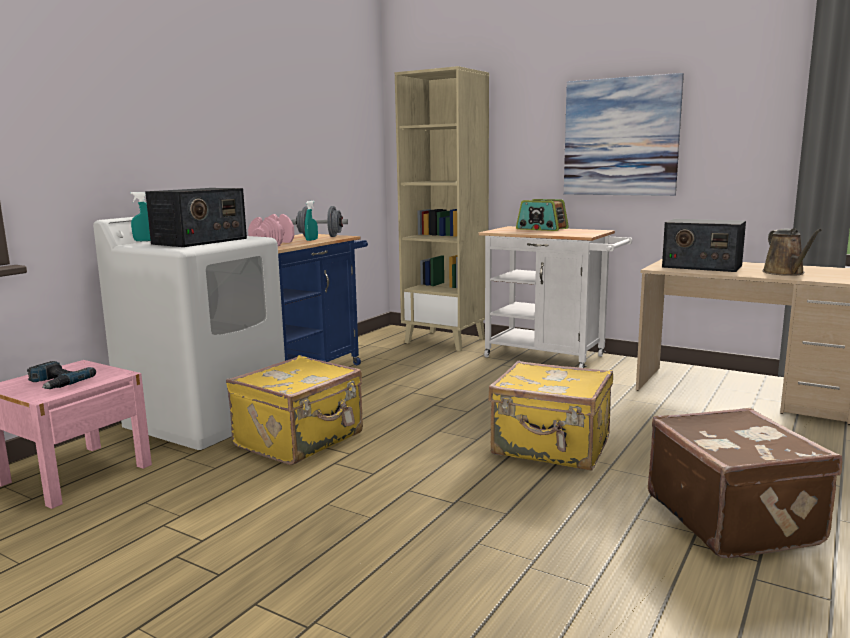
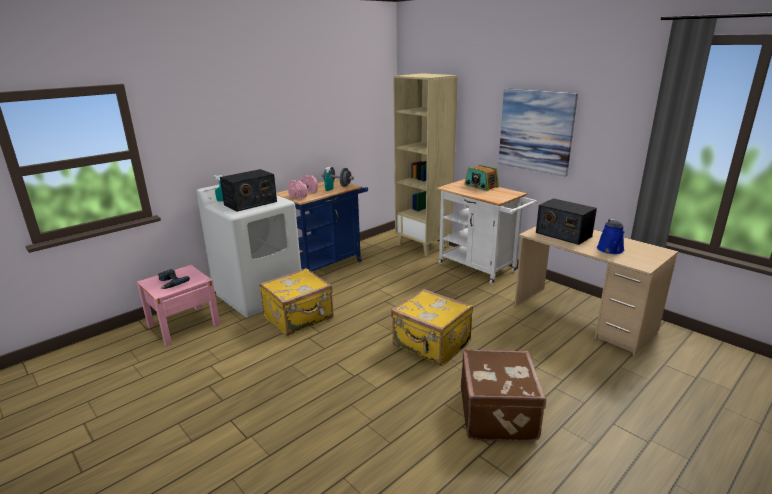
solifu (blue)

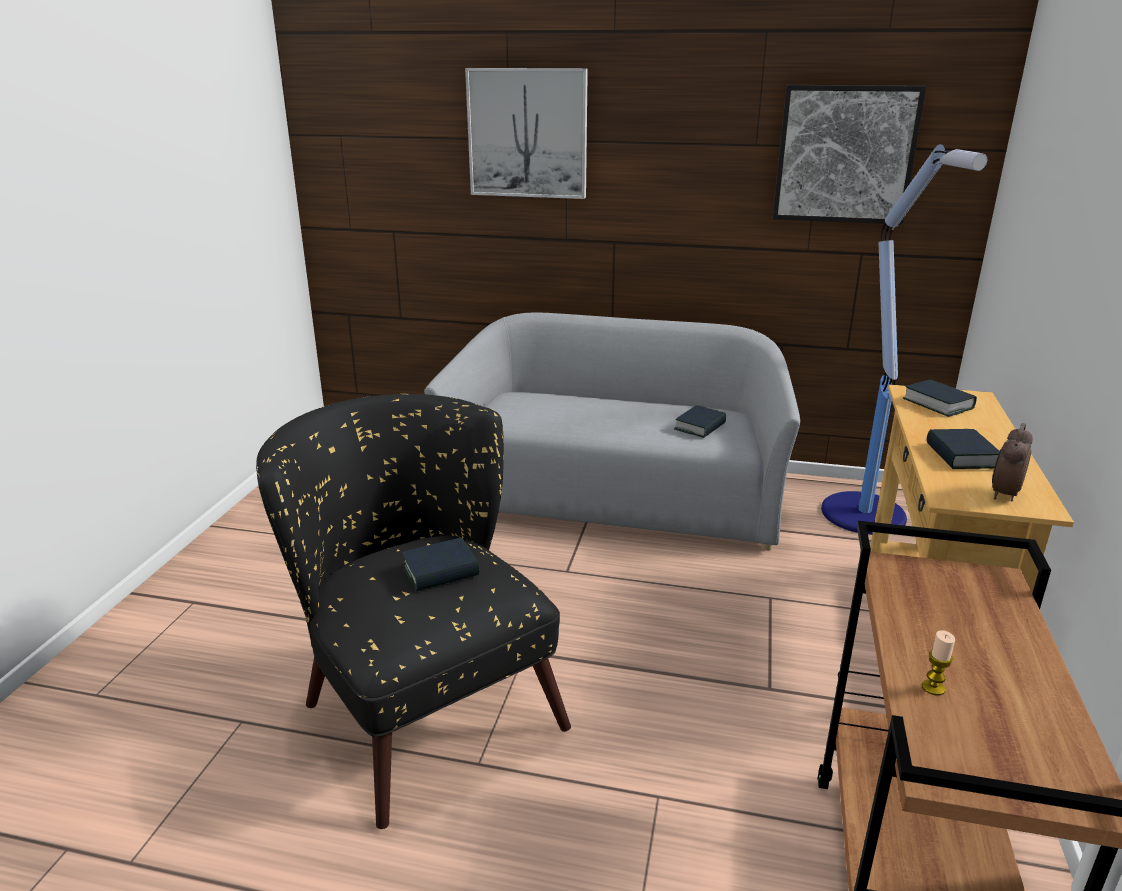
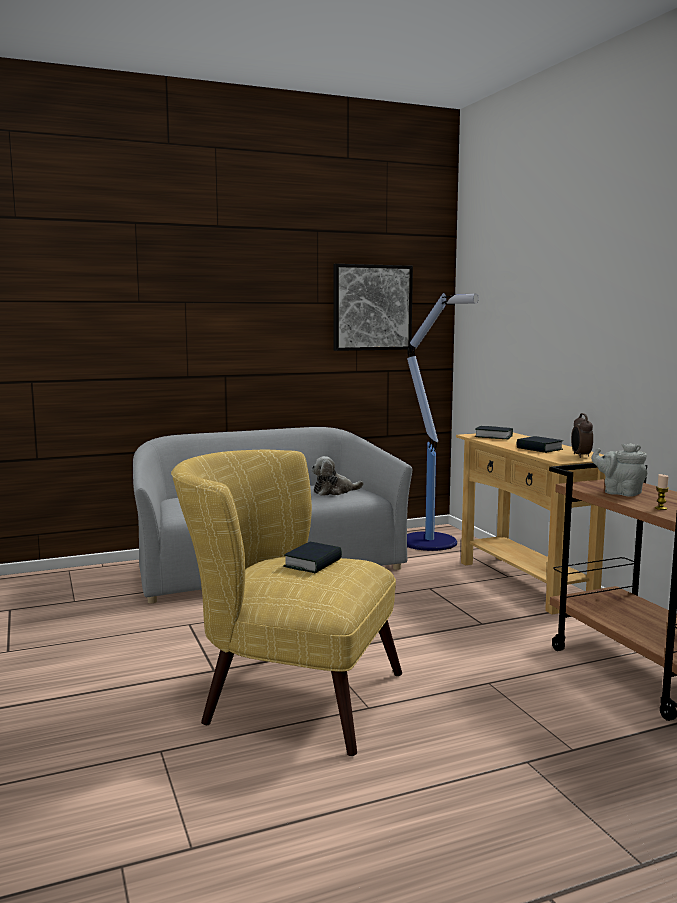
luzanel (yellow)
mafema (1st from left in the first image)
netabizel
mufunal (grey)

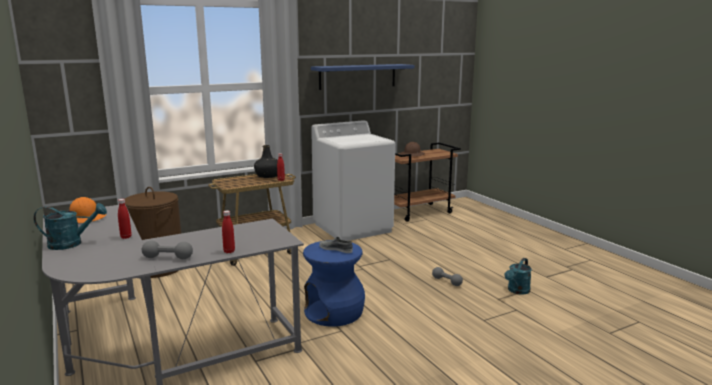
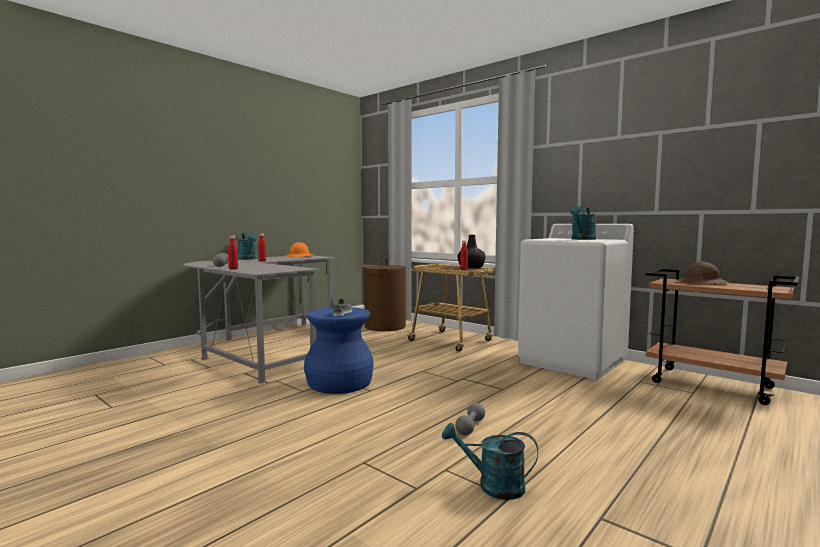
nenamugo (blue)
solifu (turquoise) (3rd from left)

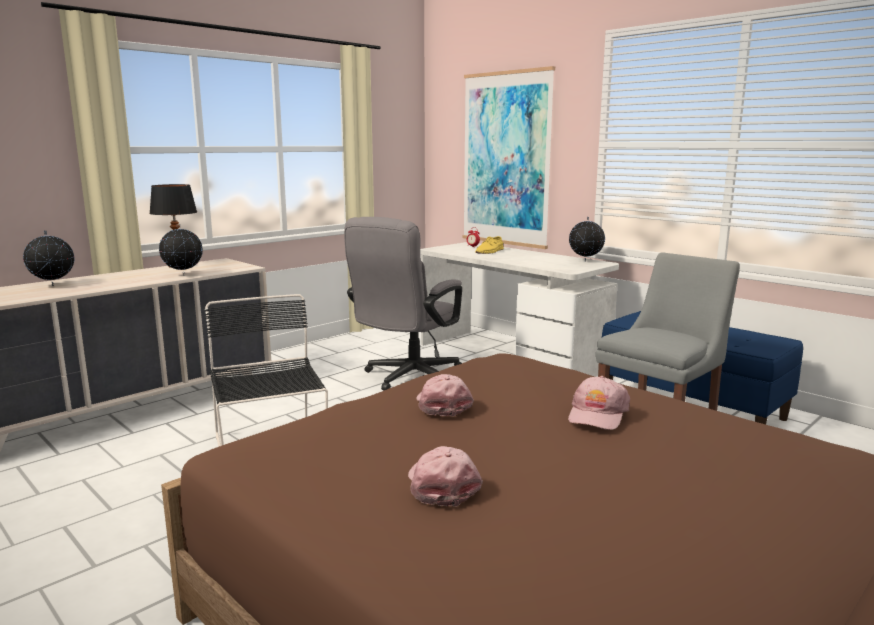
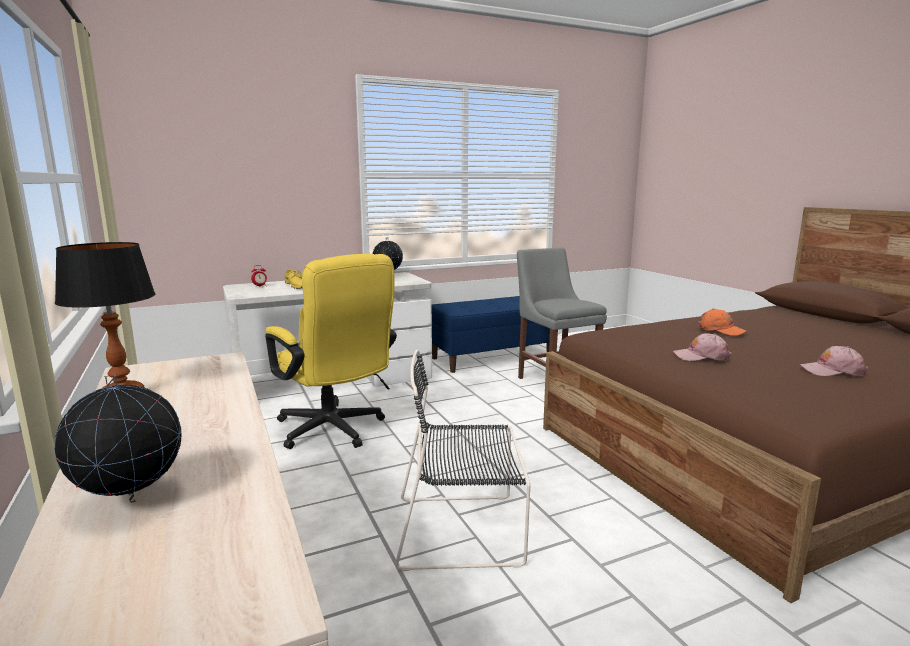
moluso (2nd from left in the first image)
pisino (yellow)
mafema
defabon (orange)

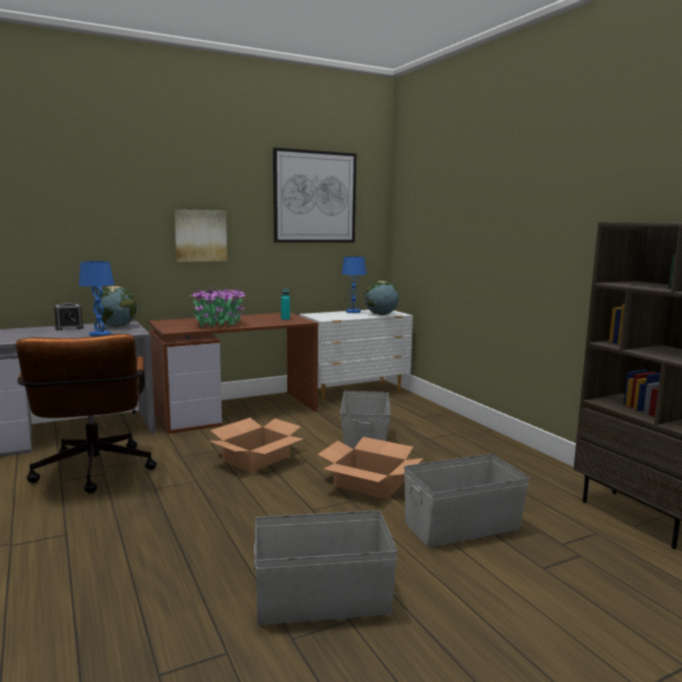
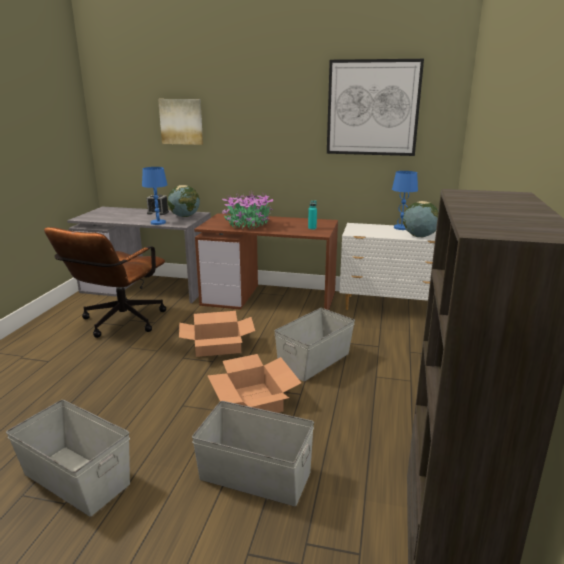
mafema (1st from left)

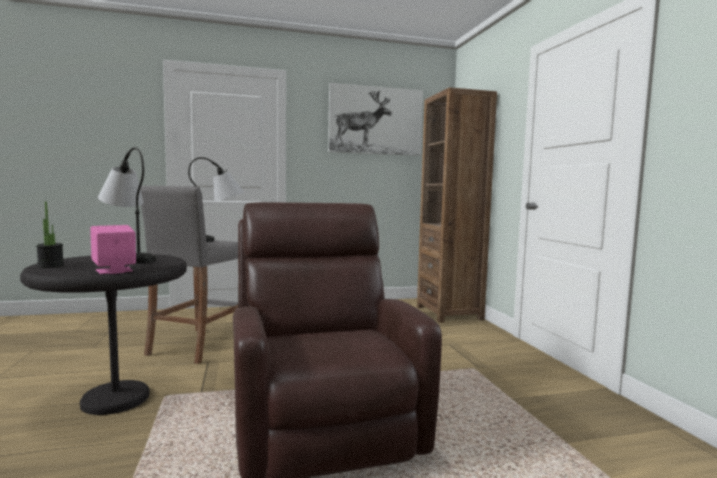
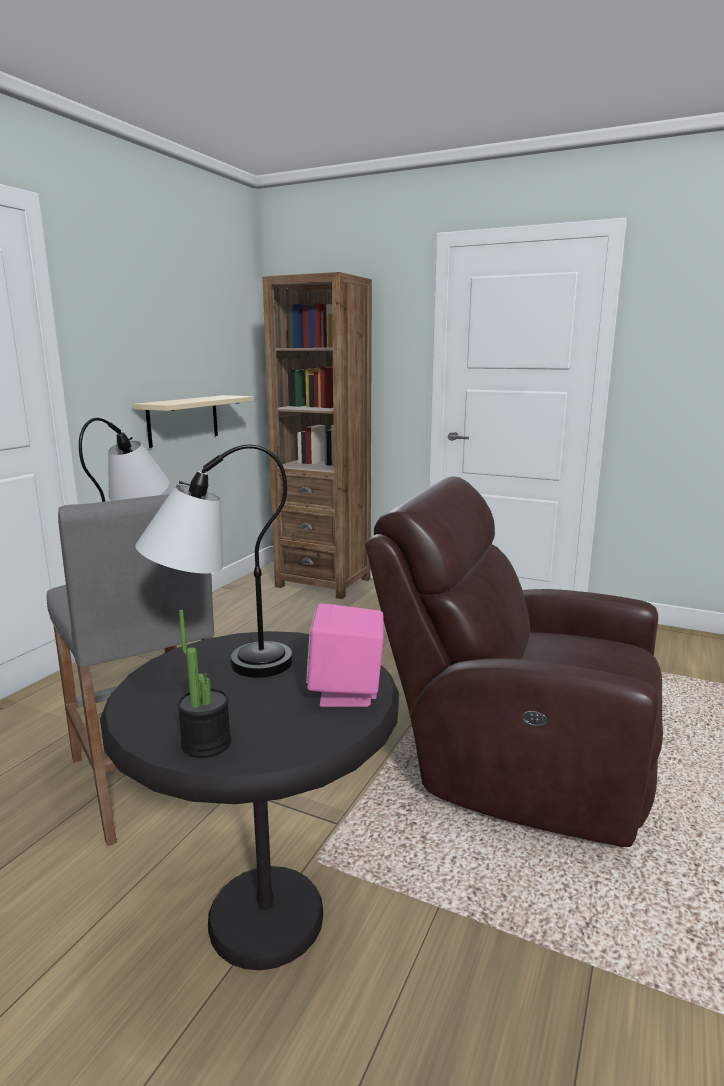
mafema
nenamugo (beige)

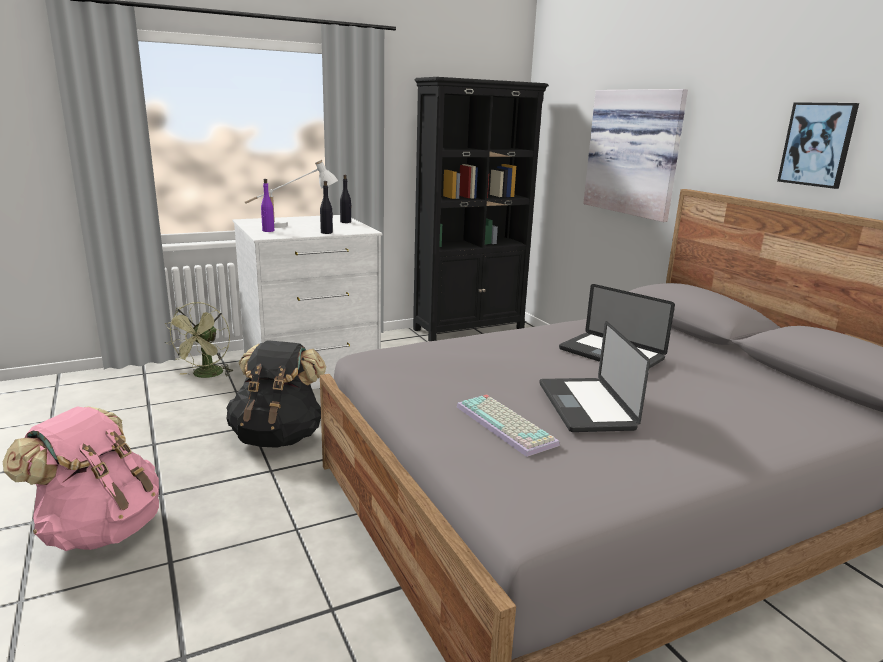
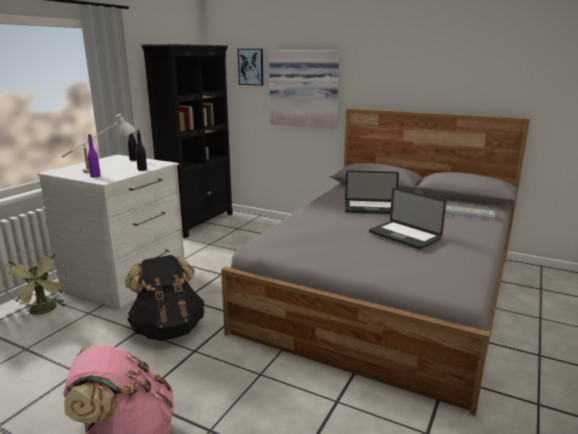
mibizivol
mafema (1st from left)

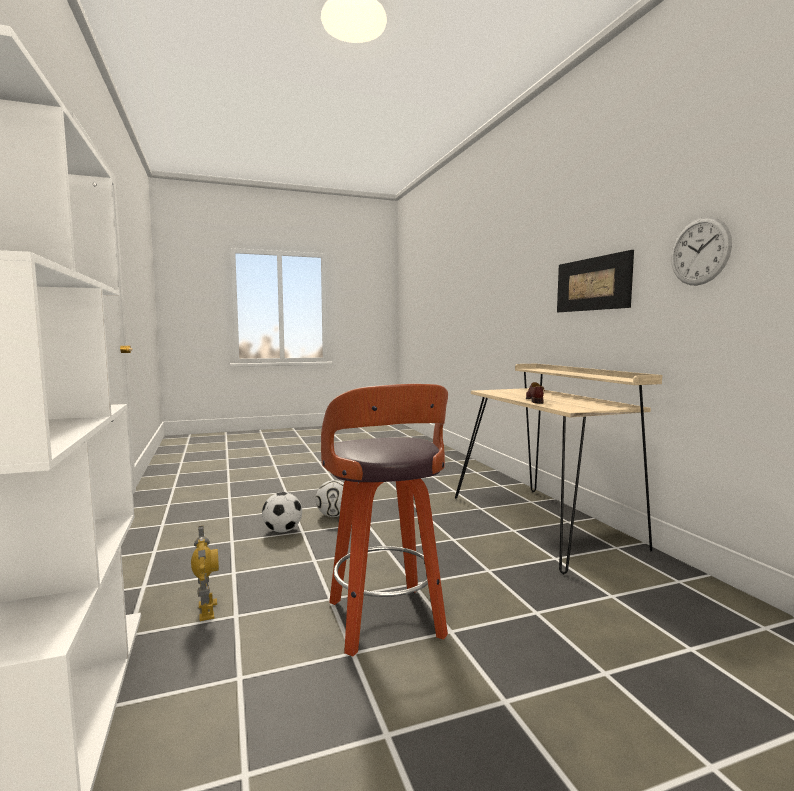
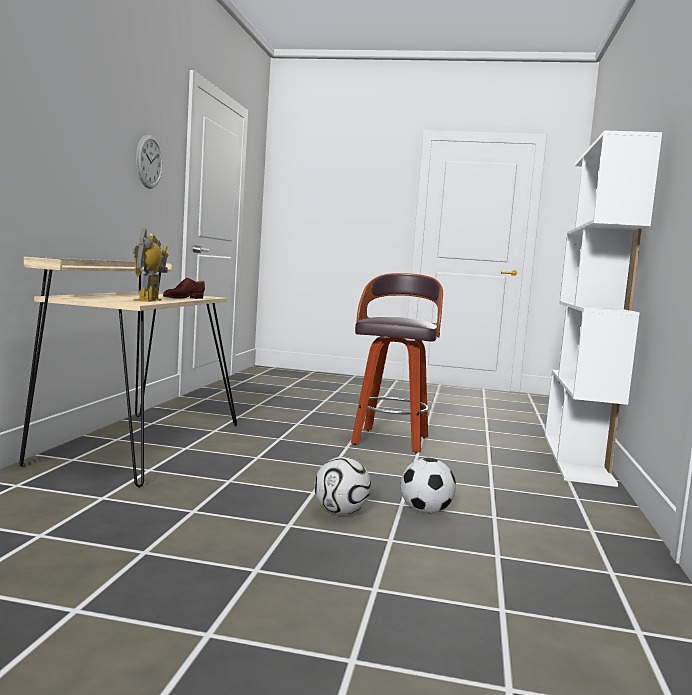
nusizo
mafema

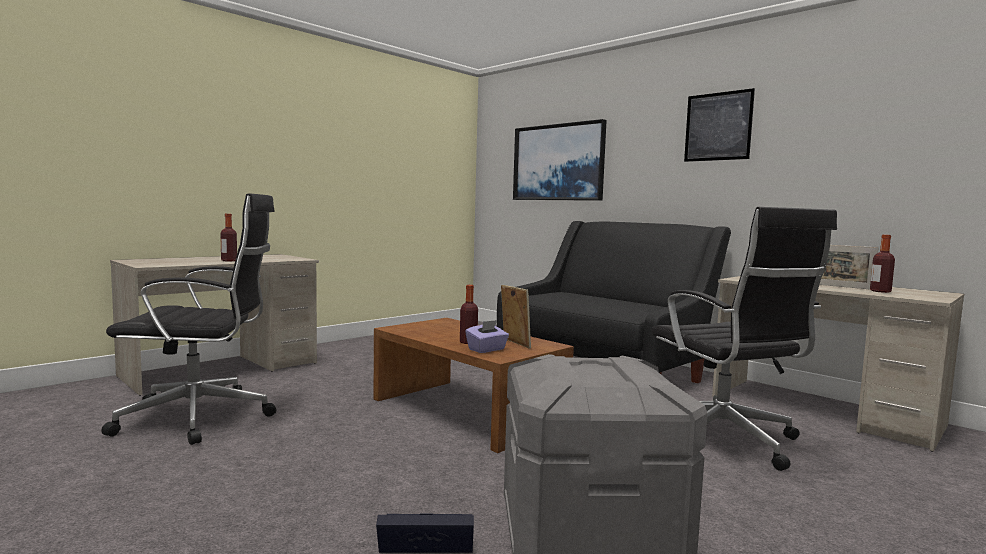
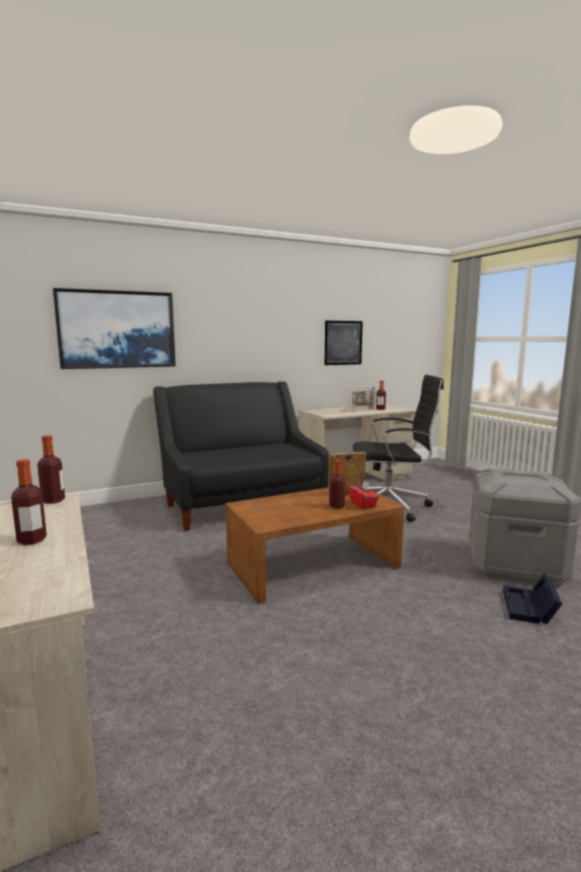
pisino (black) (1st from left in the first image)
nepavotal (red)
mafema (2nd from left)
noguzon (2nd from left)

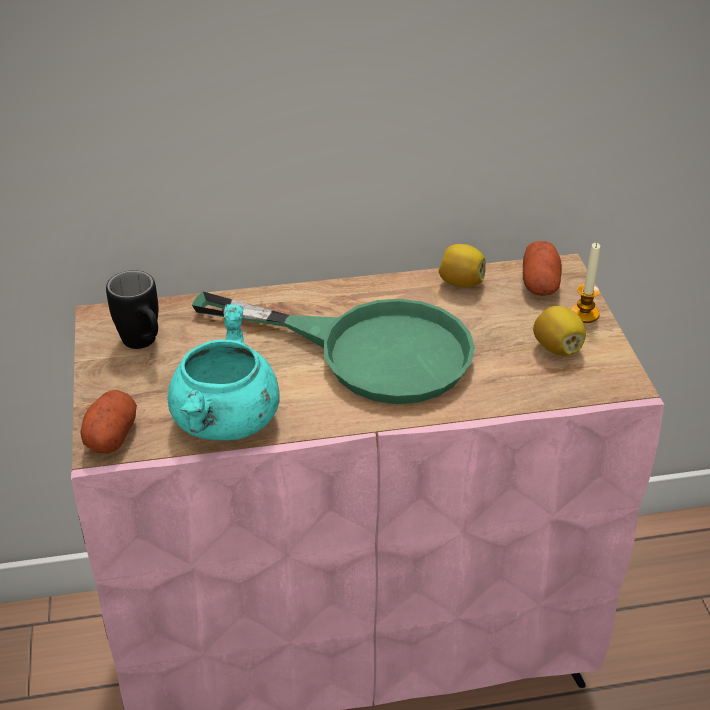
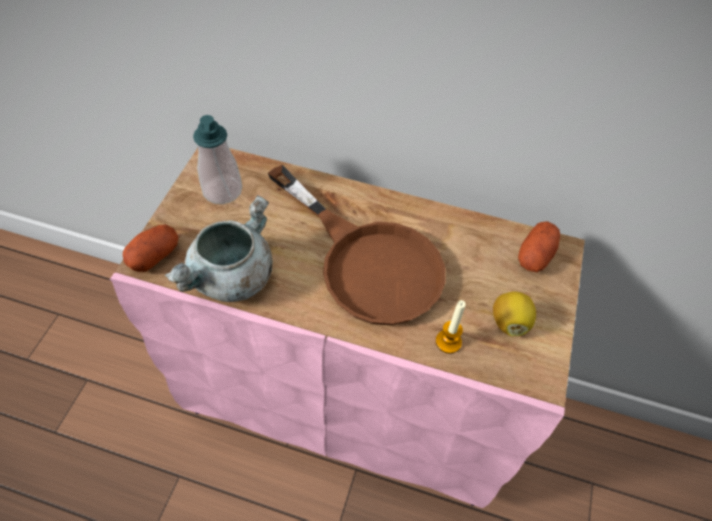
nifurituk
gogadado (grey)
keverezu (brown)
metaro (1st from left in the first image)
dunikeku

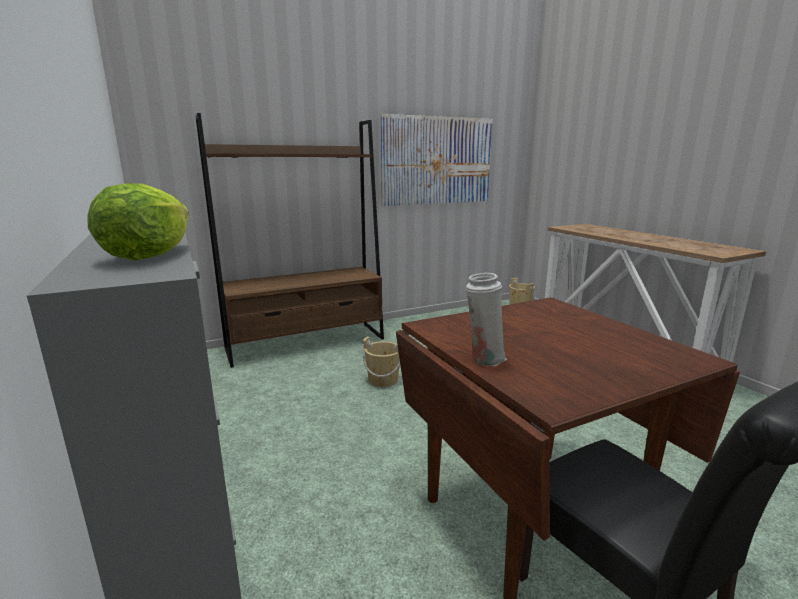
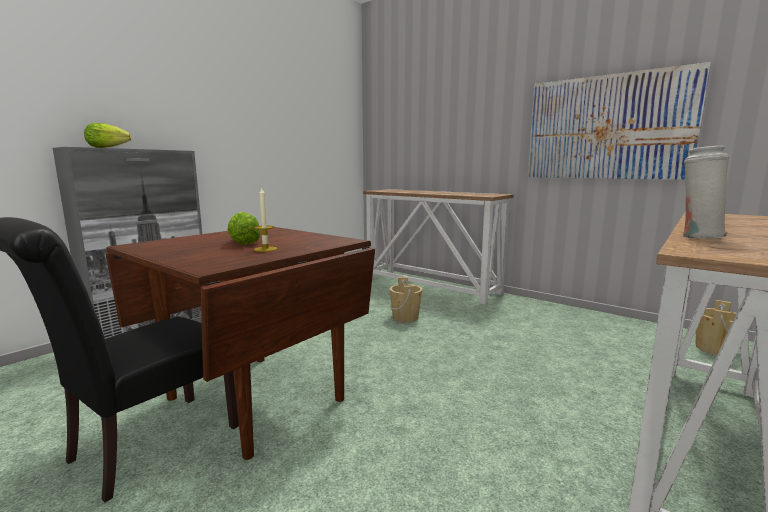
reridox (1st from left)
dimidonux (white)
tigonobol (2nd from left)
dunikeku

